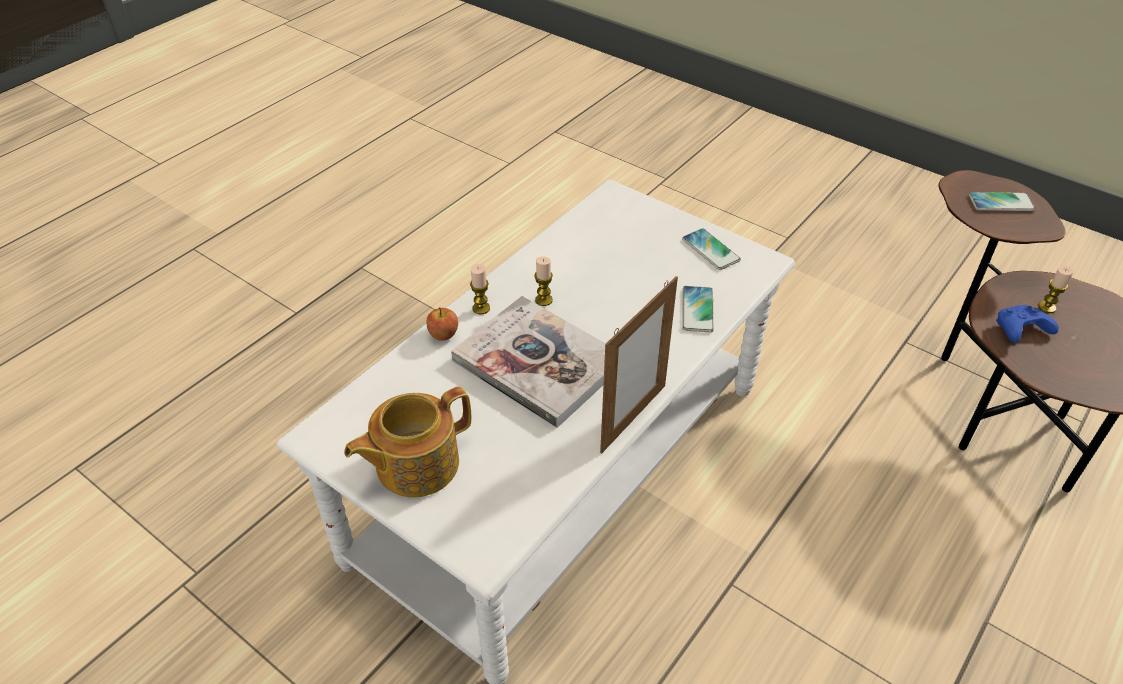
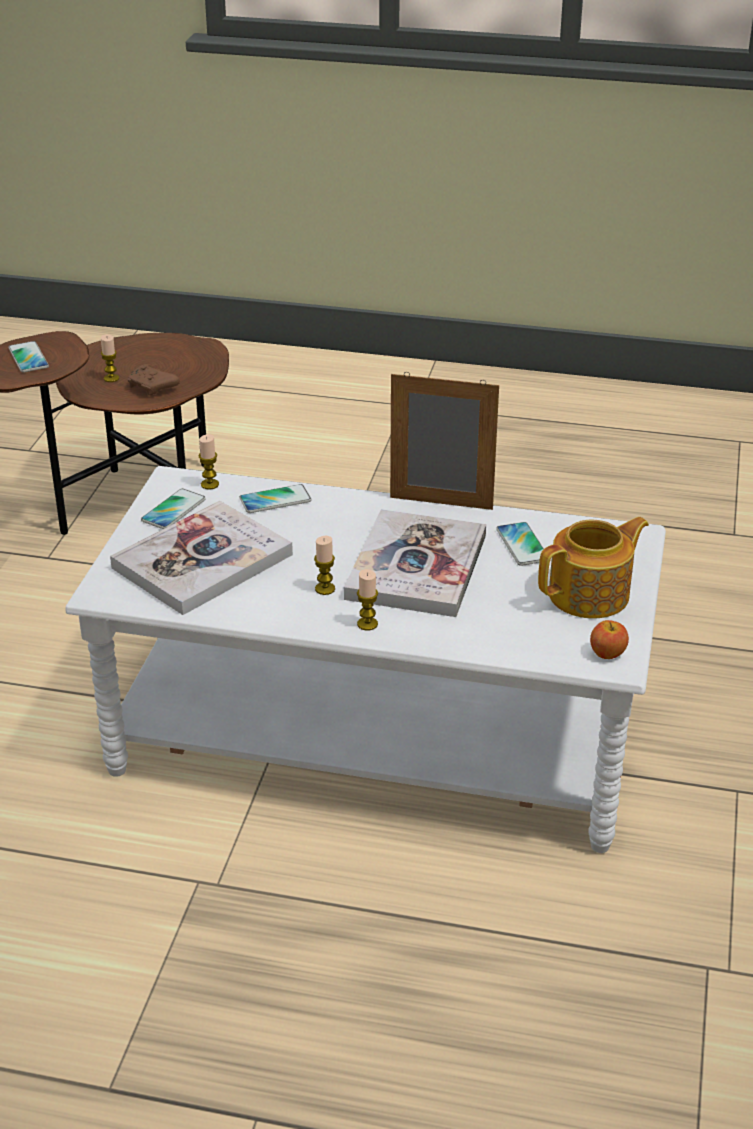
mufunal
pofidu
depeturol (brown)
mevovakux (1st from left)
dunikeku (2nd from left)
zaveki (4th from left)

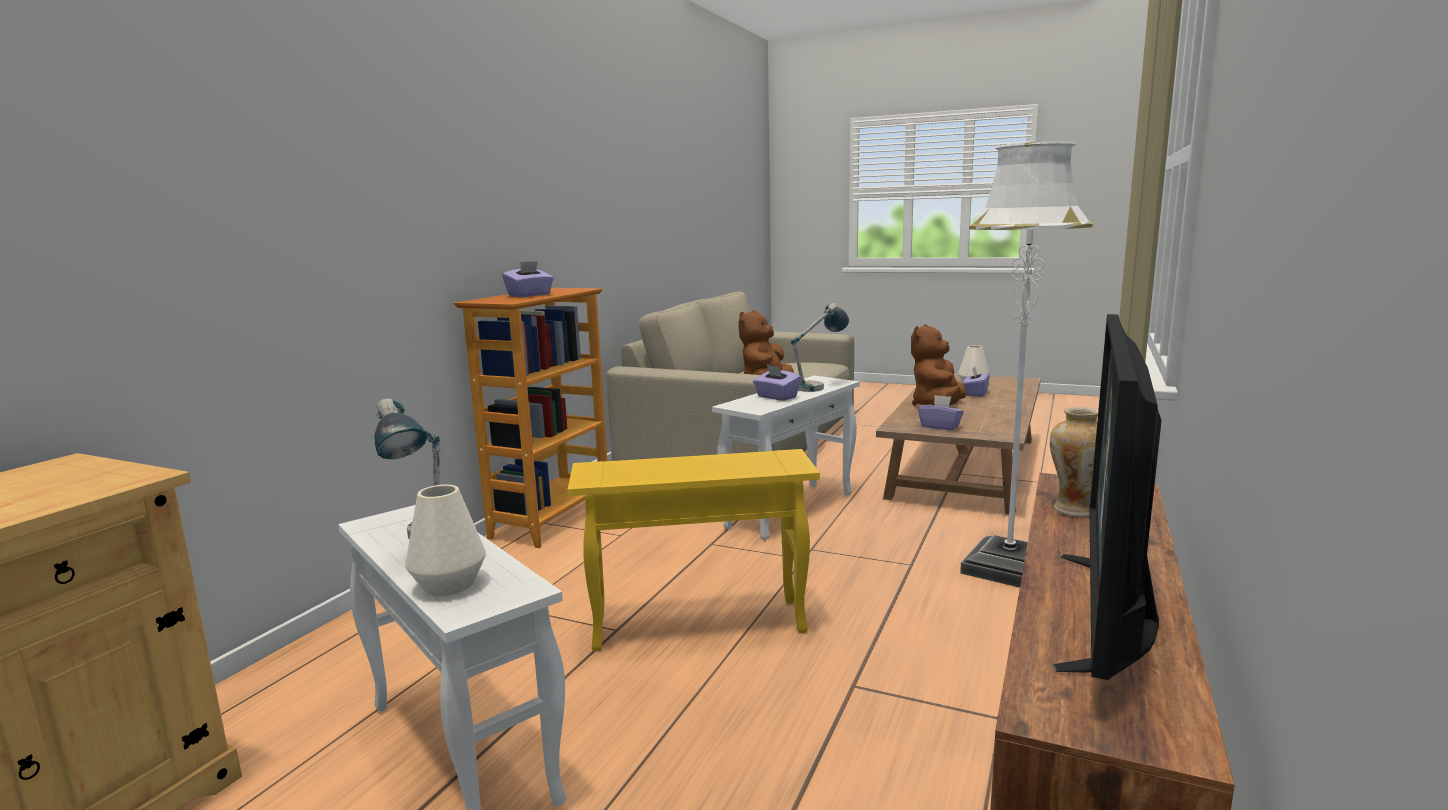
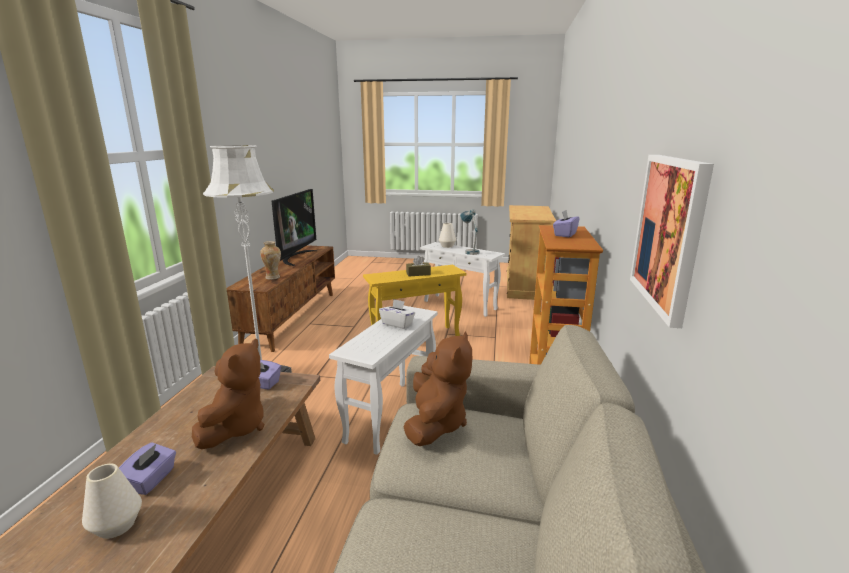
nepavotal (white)
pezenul (2nd from left in the first image)
nepavotal (brown)
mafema

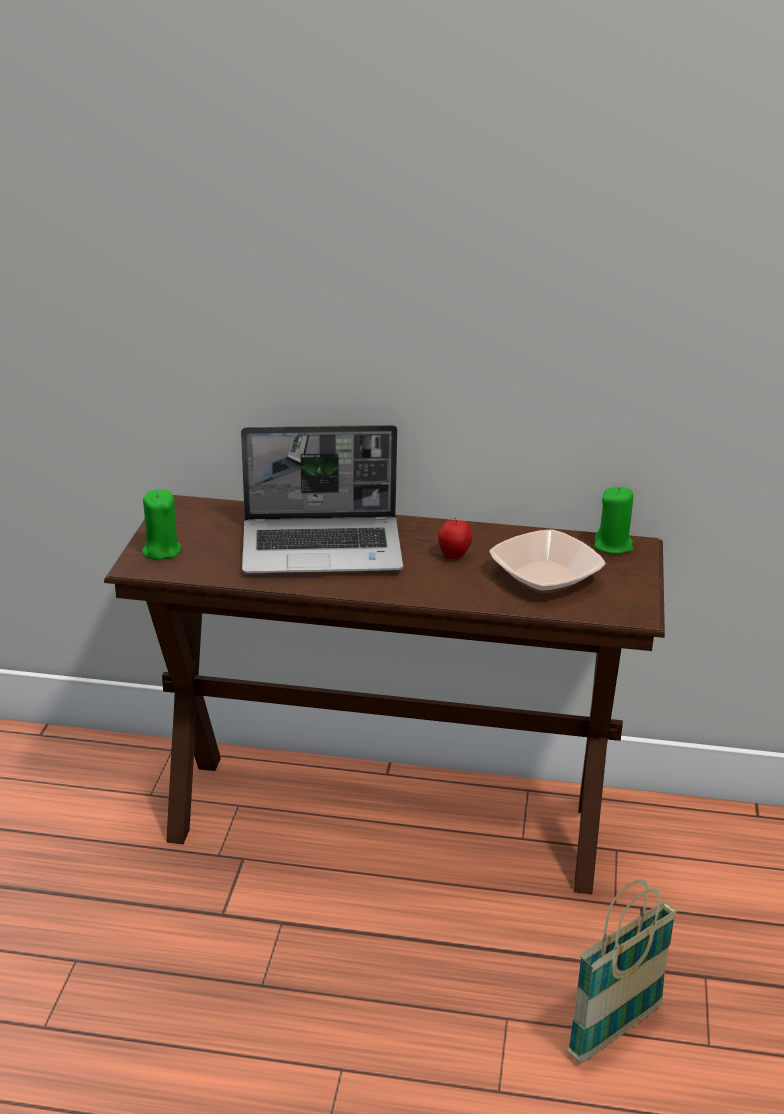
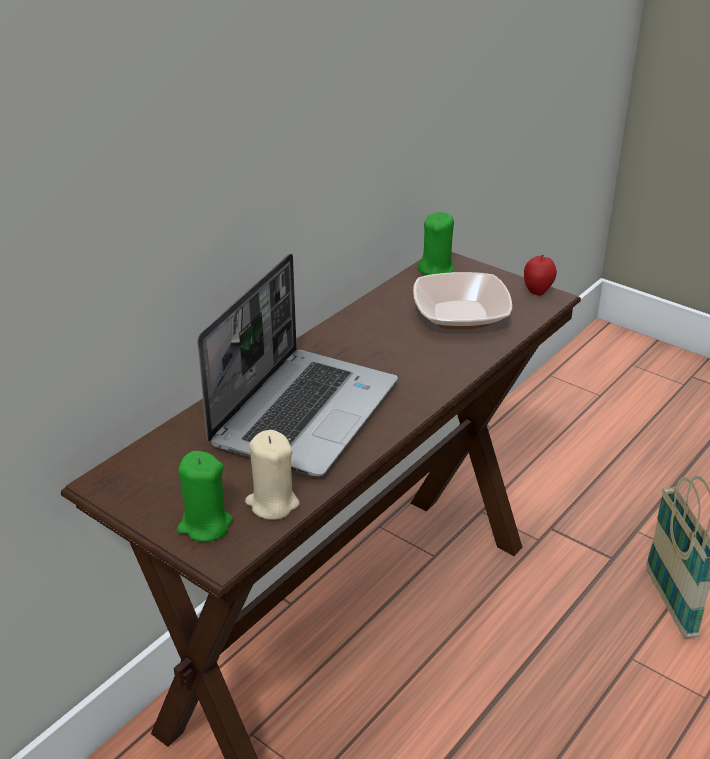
pofidu
dunikeku (beige)

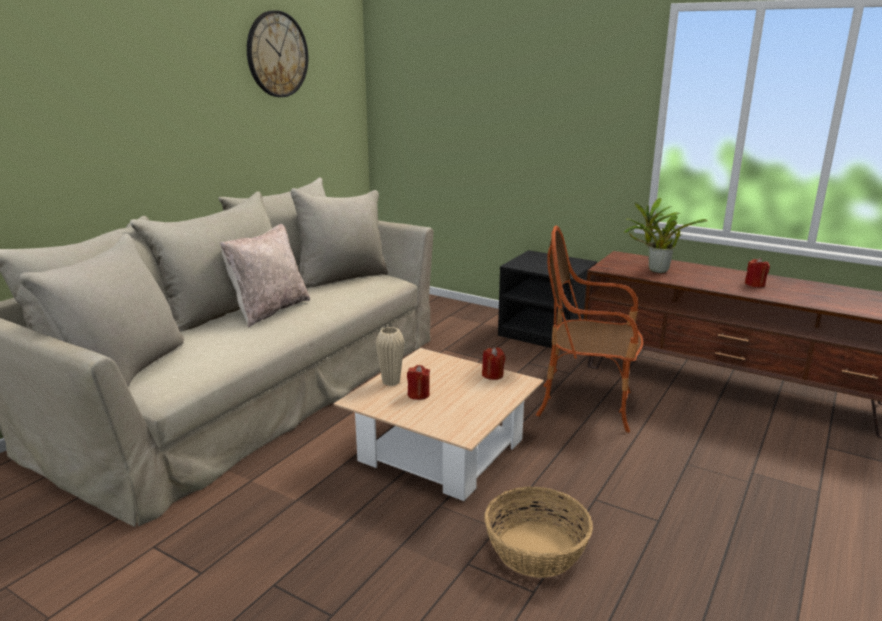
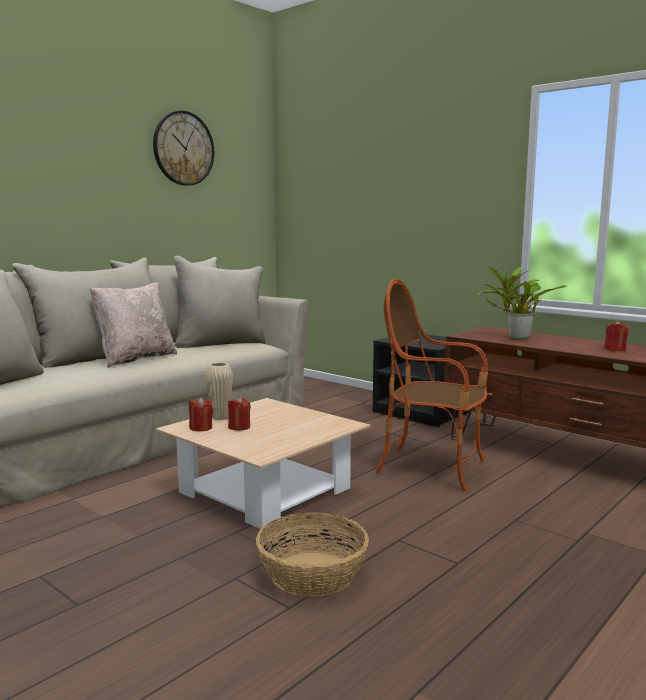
dunikeku (red) (1st from left)

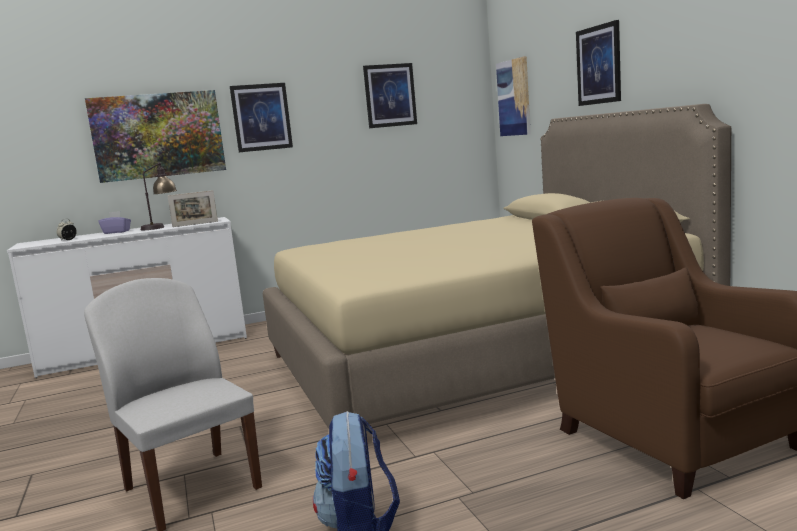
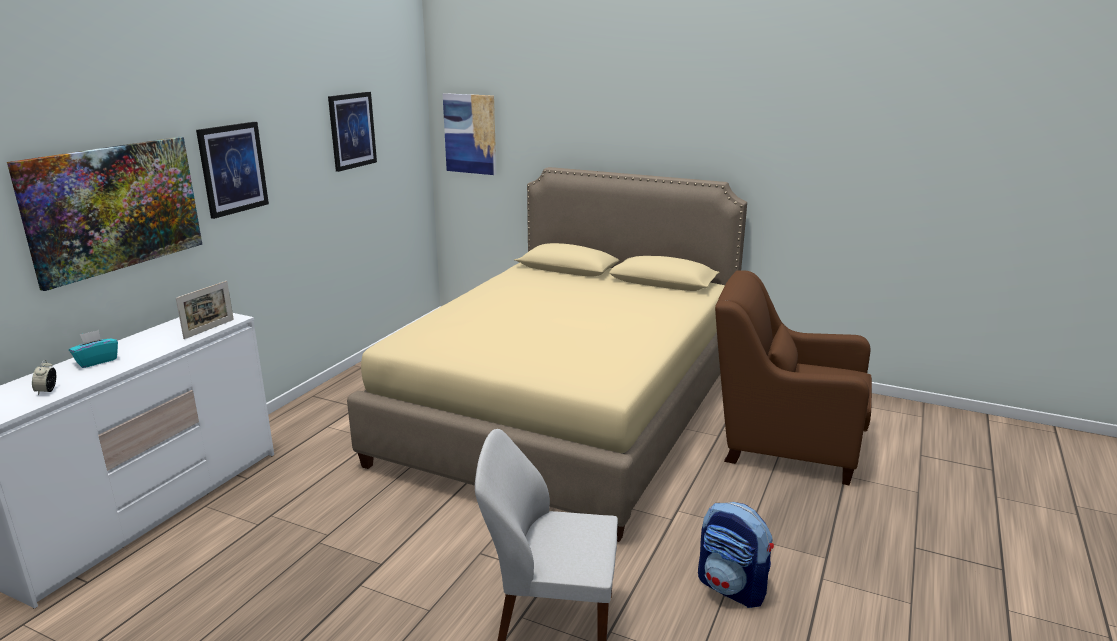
nepavotal (turquoise)
pezenul
mafema (5th from left in the first image)

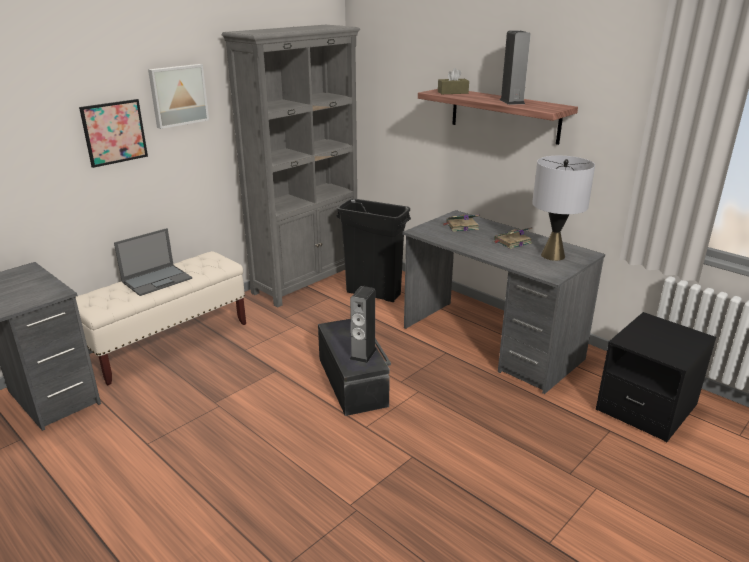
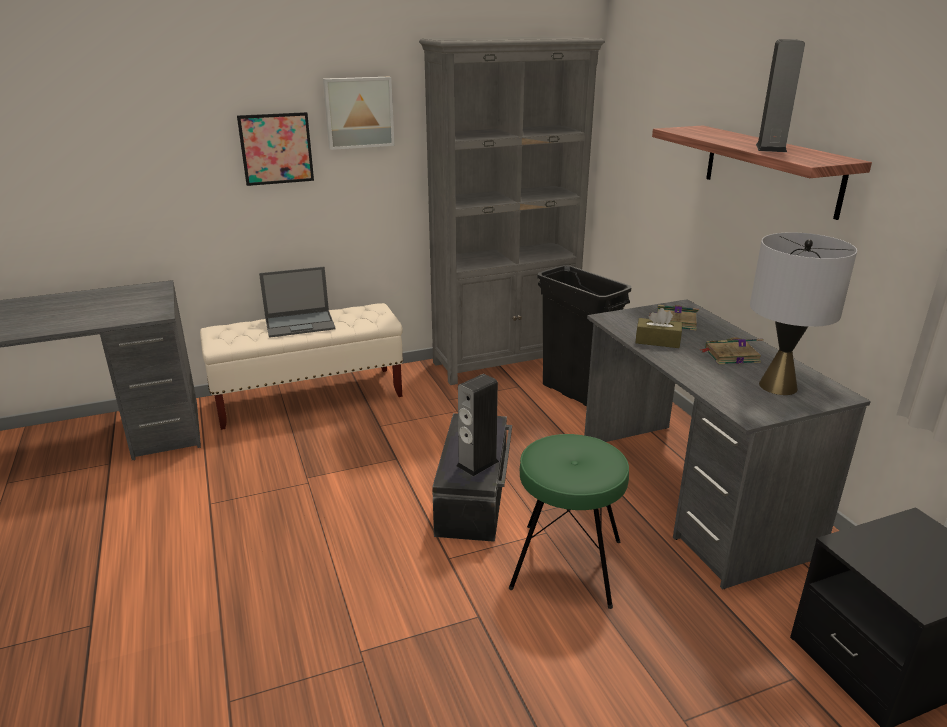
nepavotal (brown)
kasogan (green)

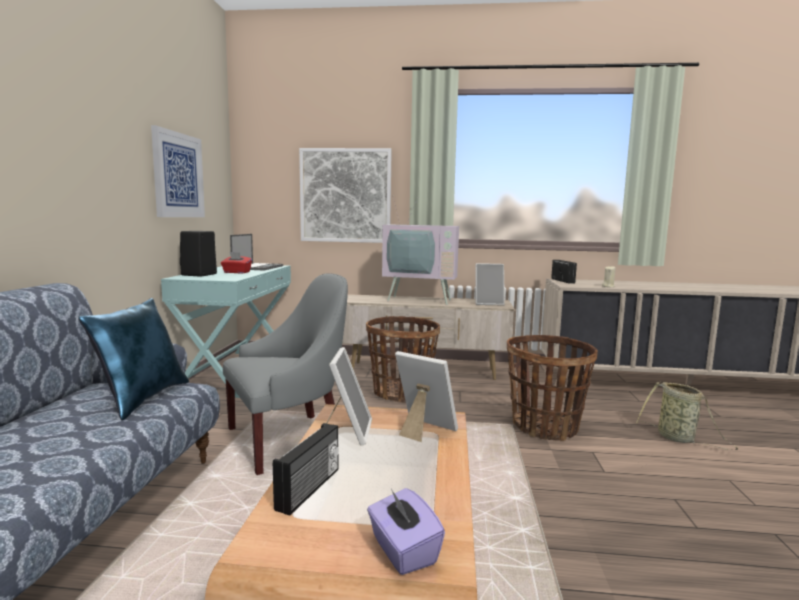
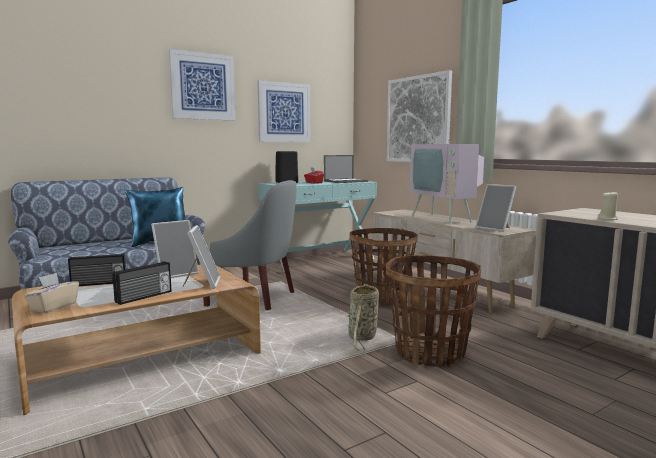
nepavotal (beige)
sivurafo (2nd from left)
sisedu (1st from left)
mafema (1st from left)

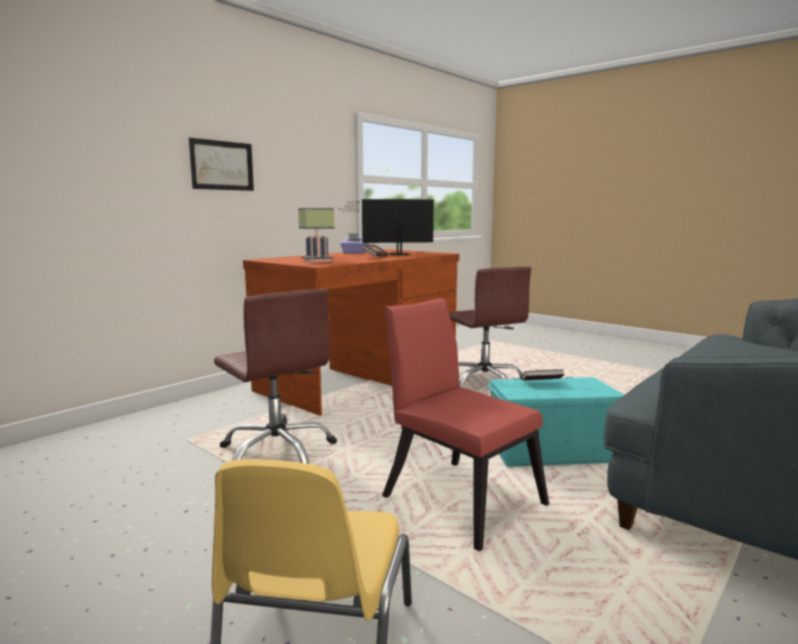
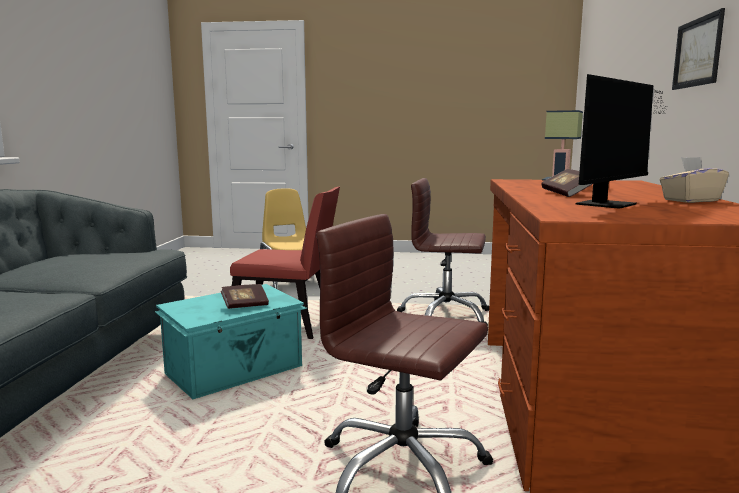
nepavotal (beige)

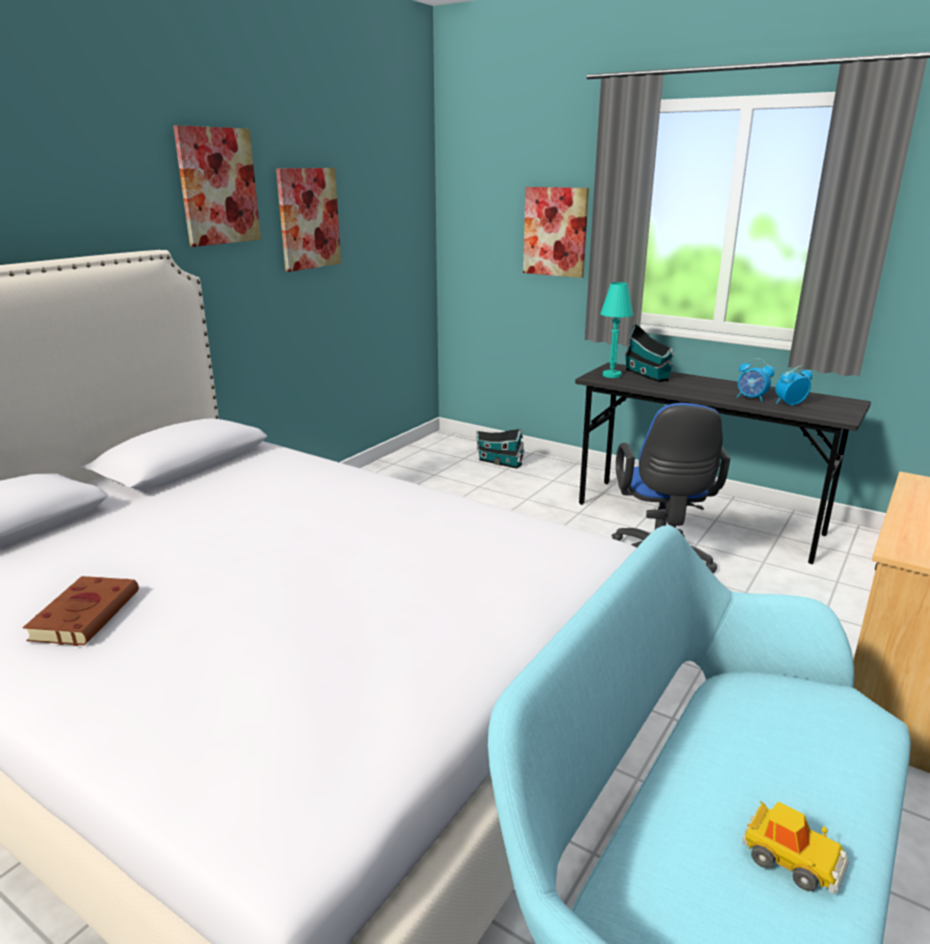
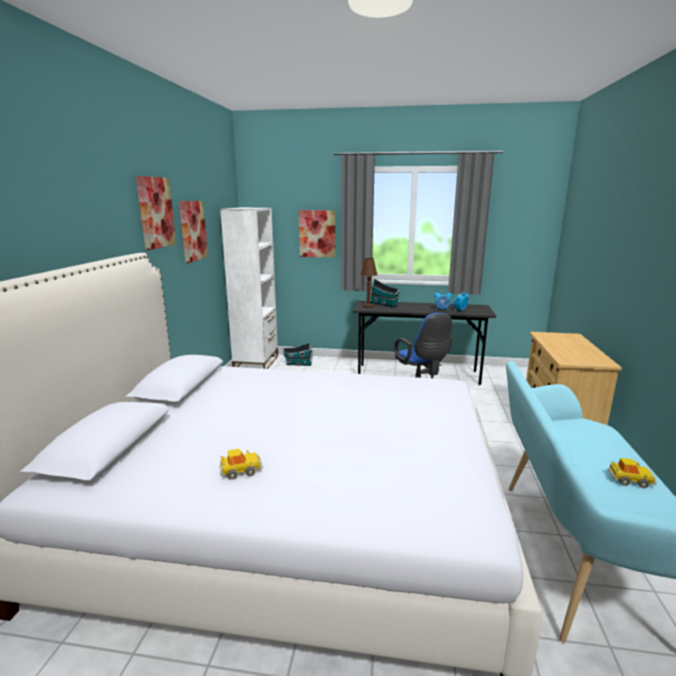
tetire (1st from left)
pezenul (brown)
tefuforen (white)

